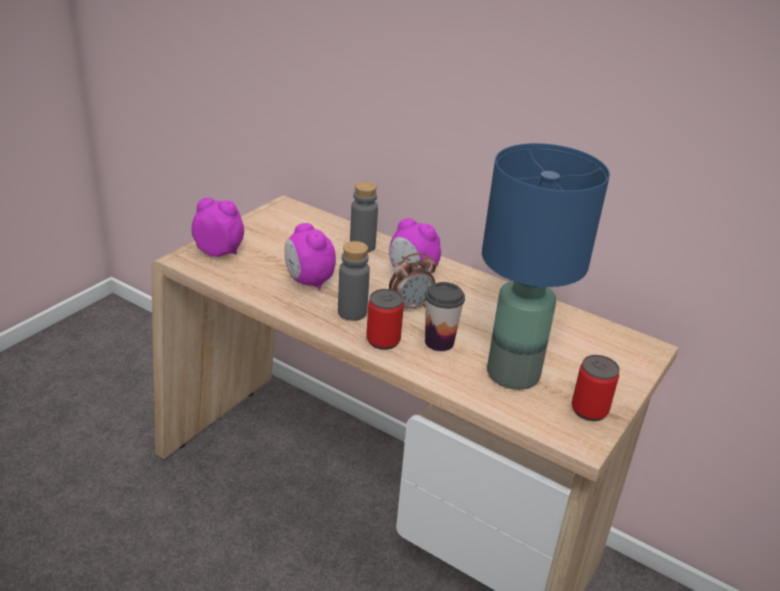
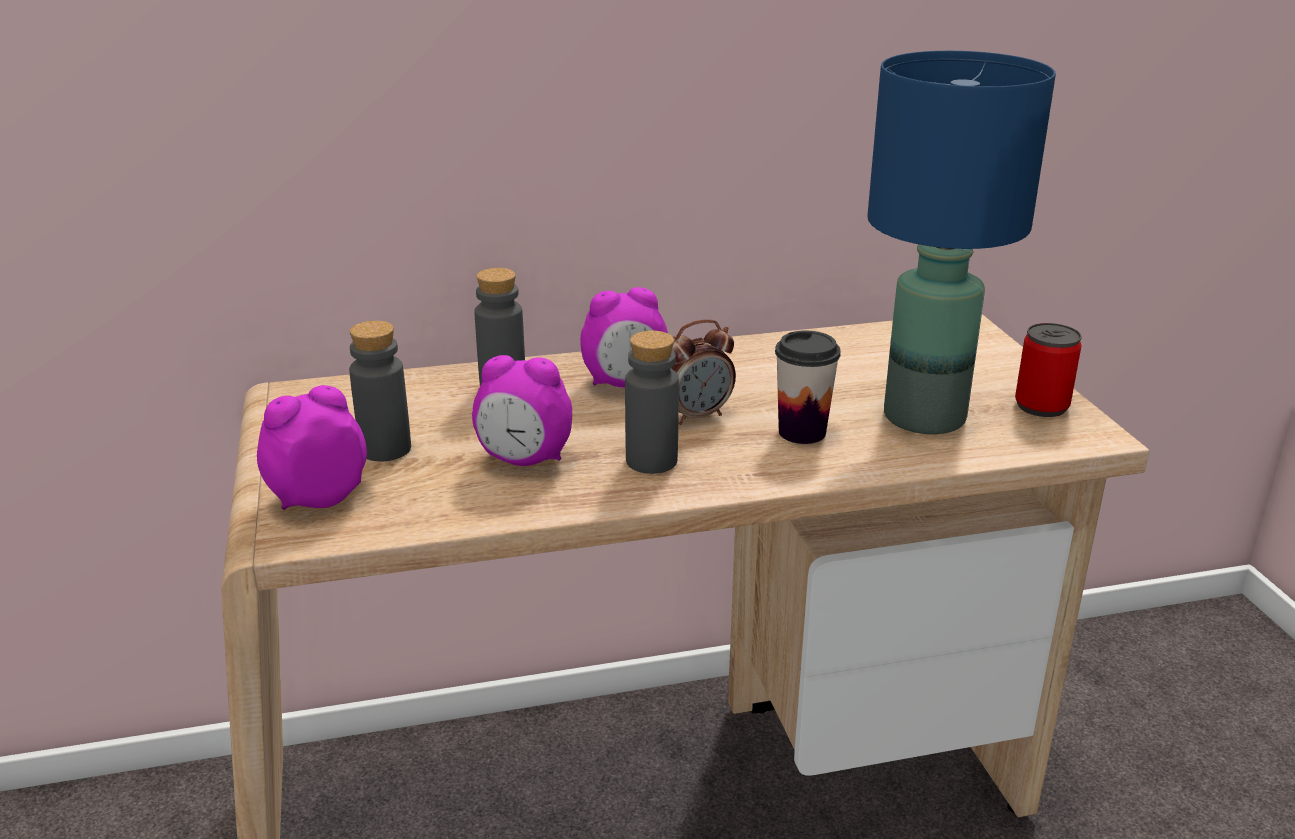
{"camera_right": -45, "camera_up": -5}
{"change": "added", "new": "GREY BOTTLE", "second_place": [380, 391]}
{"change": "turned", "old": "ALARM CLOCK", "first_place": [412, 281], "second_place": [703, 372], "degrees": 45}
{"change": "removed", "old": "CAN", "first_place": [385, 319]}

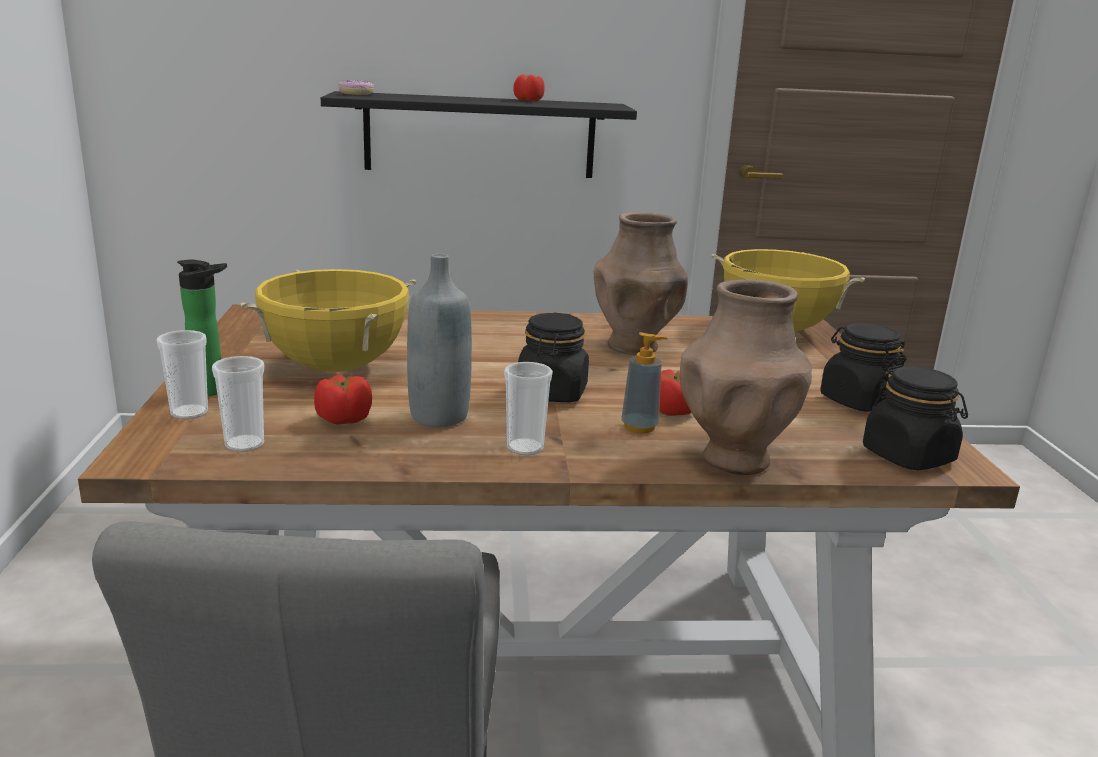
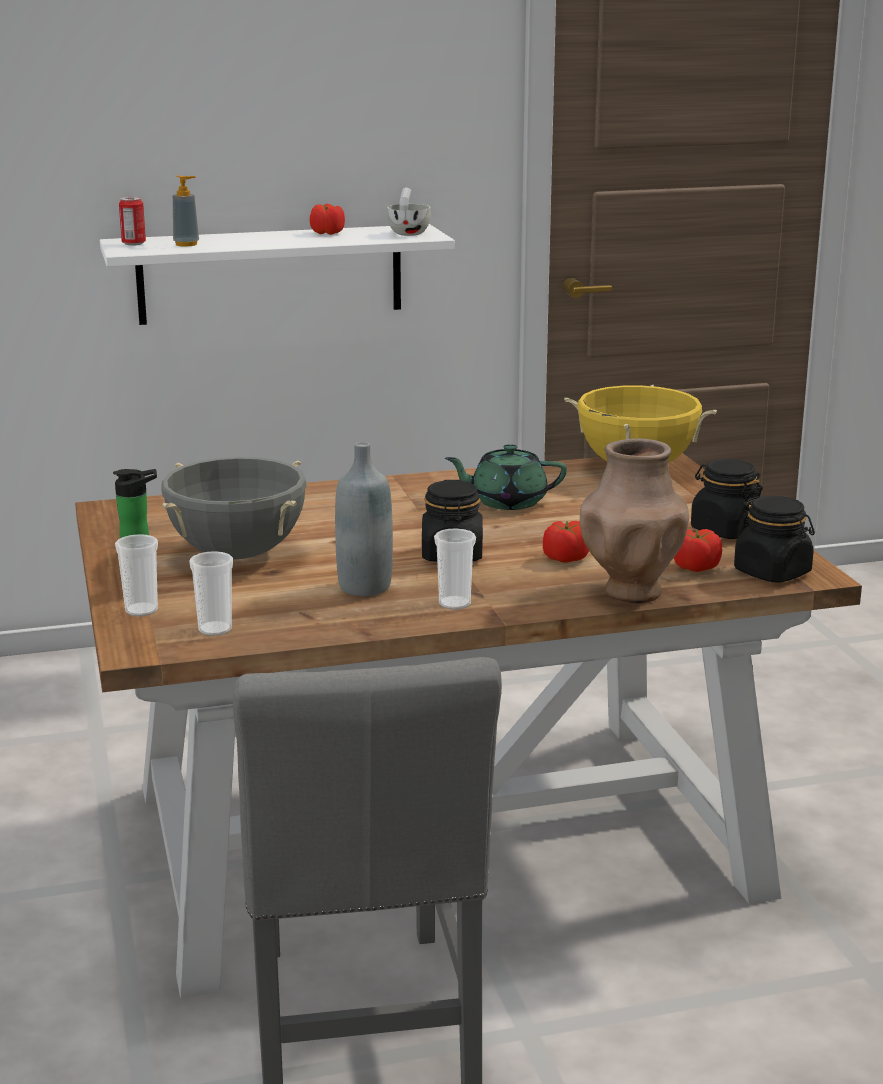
{"camera_right": -10, "camera_up": 0}
{"change": "recoloured", "old": "BLACK SHELF", "new": "WHITE SHELF", "first_place": [479, 134], "second_place": [277, 274]}
{"change": "replaced", "old": "DONUT", "new": "CAN", "first_place": [356, 87], "second_place": [132, 221]}
{"change": "recoloured", "old": "YELLOW COOKING POT", "new": "GREY COOKING POT", "first_place": [328, 320], "second_place": [234, 508]}
{"change": "moved", "old": "SOAP DISPENSER", "first_place": [644, 383], "second_place": [186, 211]}
{"change": "added", "new": "WHITE CUP", "second_place": [409, 211]}
{"change": "replaced", "old": "BROWN VASE", "new": "GREEN TEAPOT", "first_place": [641, 283], "second_place": [506, 477]}
{"change": "moved", "old": "TOMATO", "first_place": [343, 399], "second_place": [698, 550]}

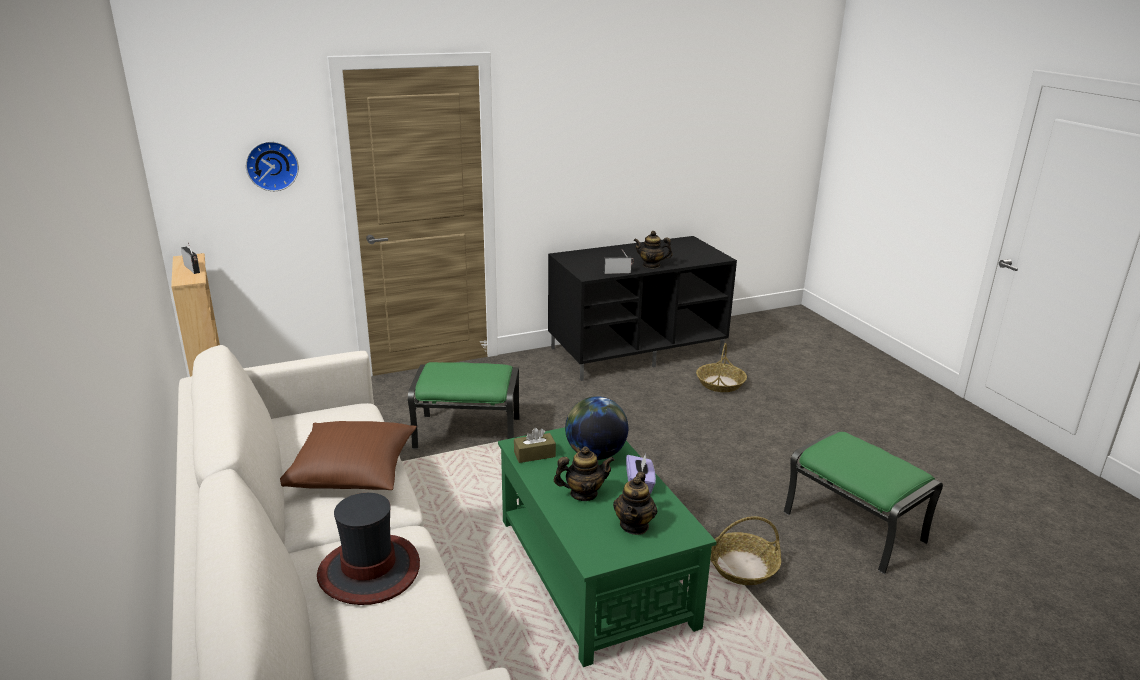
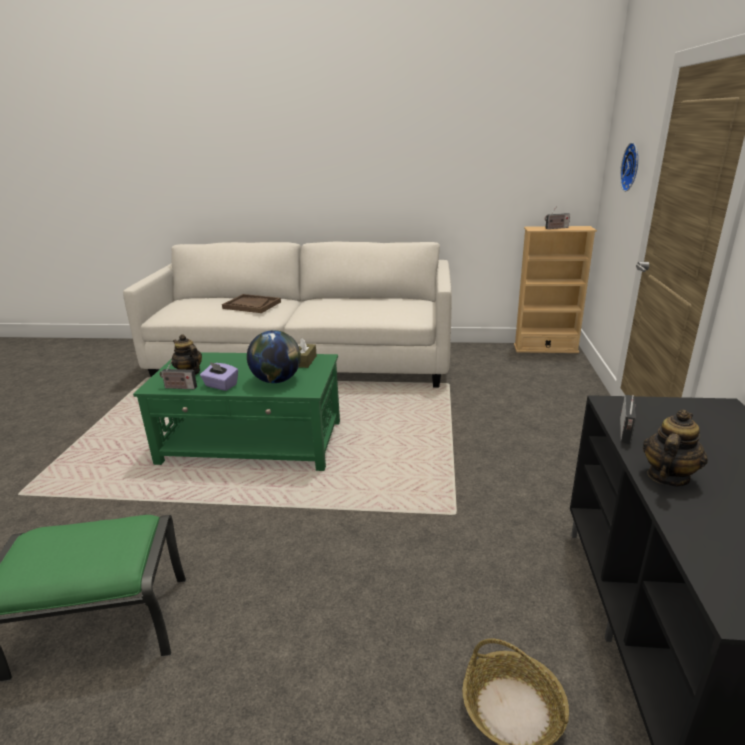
{"camera_right": 120, "camera_up": 0}
{"change": "added", "new": "RADIO", "second_place": [178, 375]}
{"change": "replaced", "old": "HAT", "new": "BROWN TRAY", "first_place": [368, 549], "second_place": [251, 303]}
{"change": "removed", "old": "BROWN PILLOW", "first_place": [348, 455]}
{"change": "removed", "old": "GREEN OTTOMAN", "first_place": [464, 405]}
{"change": "removed", "old": "TEAPOT", "first_place": [584, 473]}
{"change": "removed", "old": "BASKET", "first_place": [745, 550]}

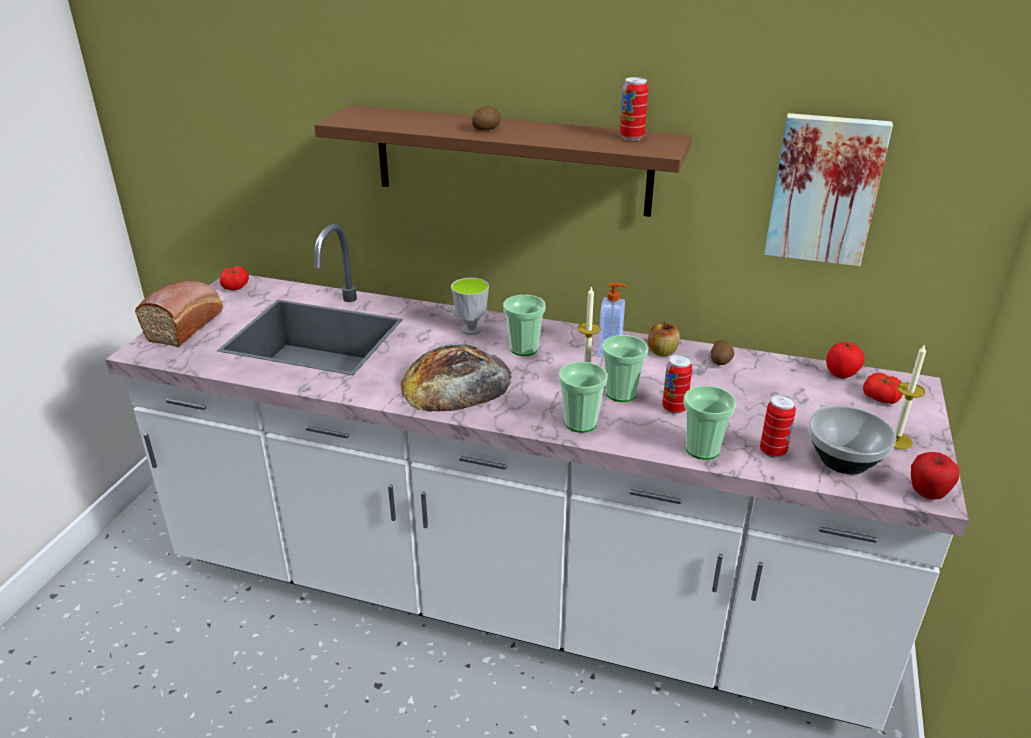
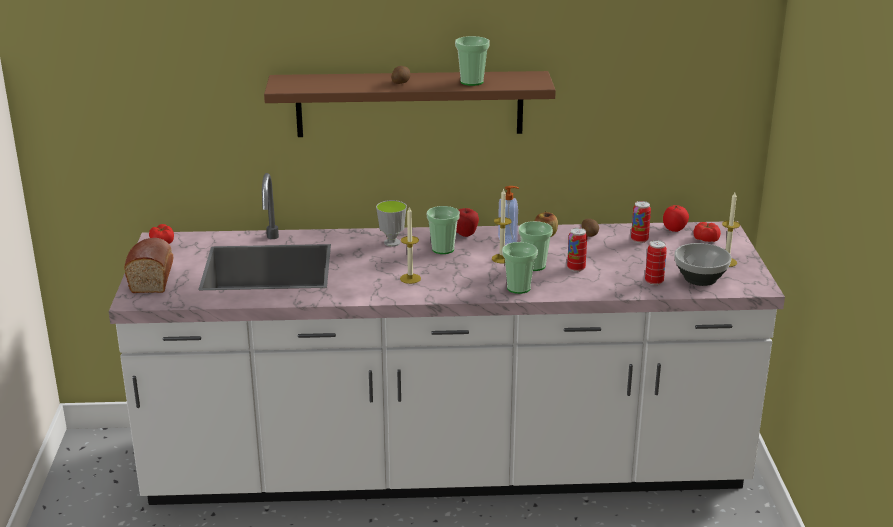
{"camera_right": -20, "camera_up": -5}
{"change": "replaced", "old": "BREAD", "new": "CANDLE", "first_place": [456, 377], "second_place": [410, 245]}
{"change": "moved", "old": "CUP", "first_place": [709, 423], "second_place": [472, 61]}
{"change": "moved", "old": "APPLE", "first_place": [935, 476], "second_place": [467, 222]}
{"change": "moved", "old": "CAN", "first_place": [634, 109], "second_place": [641, 222]}
{"change": "removed", "old": "PICTURE", "first_place": [828, 189]}

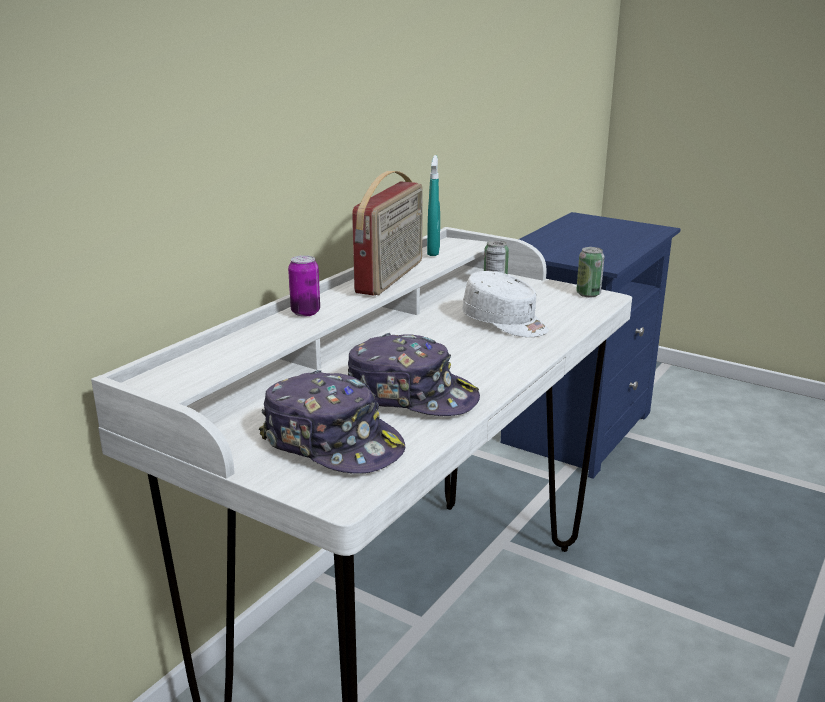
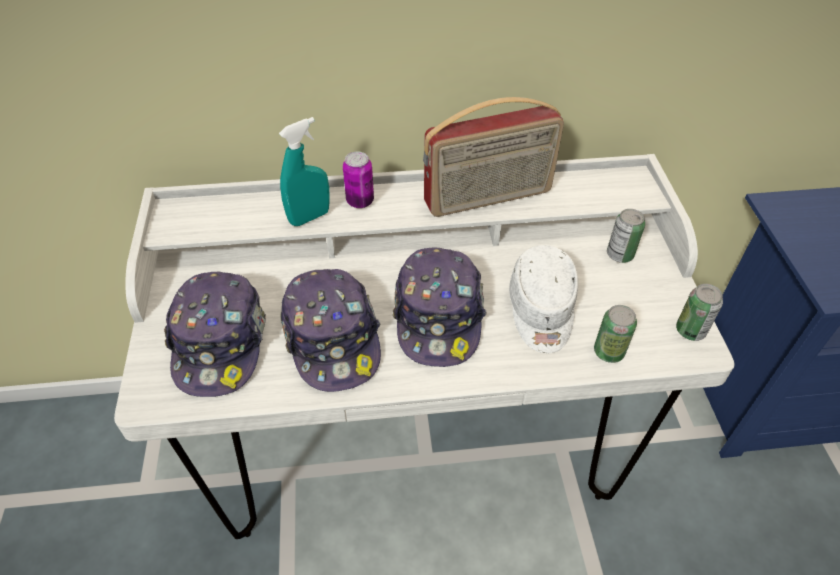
{"camera_right": 50, "camera_up": 25}
{"change": "moved", "old": "TURQUOISE SPRAY BOTTLE", "first_place": [433, 205], "second_place": [304, 171]}
{"change": "added", "new": "CAP", "second_place": [439, 307]}
{"change": "added", "new": "CAN", "second_place": [615, 334]}

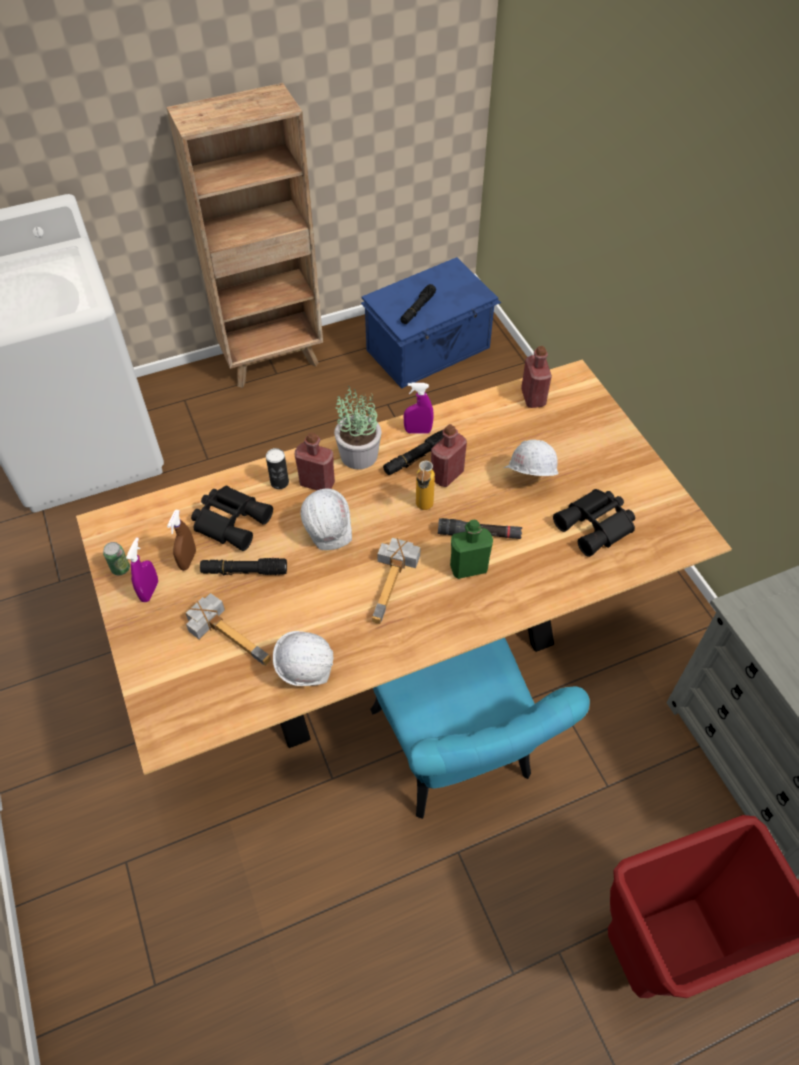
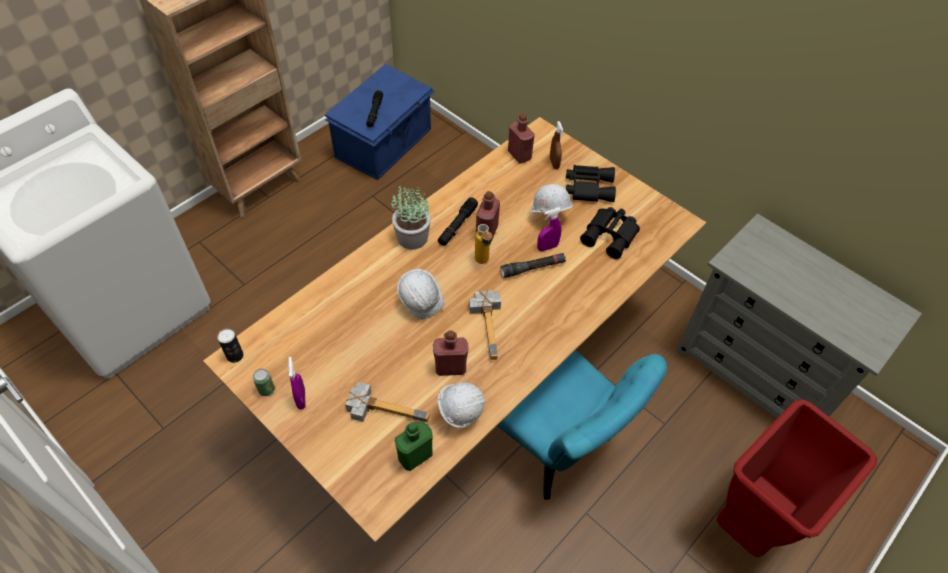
{"camera_right": -25, "camera_up": 0}
{"change": "moved", "old": "CAN", "first_place": [277, 468], "second_place": [230, 346]}
{"change": "moved", "old": "GREEN BOTTLE", "first_place": [471, 549], "second_place": [414, 446]}
{"change": "moved", "old": "RED BOTTLE", "first_place": [315, 461], "second_place": [451, 353]}
{"change": "moved", "old": "PURPLE SPRAY BOTTLE", "first_place": [419, 408], "second_place": [549, 229]}
{"change": "moved", "old": "BROWN SPRAY BOTTLE", "first_place": [181, 540], "second_place": [556, 145]}
{"change": "moved", "old": "BLACK BINOCULARS", "first_place": [232, 518], "second_place": [591, 183]}
{"change": "removed", "old": "BLACK FLASHLIGHT", "first_place": [243, 566]}

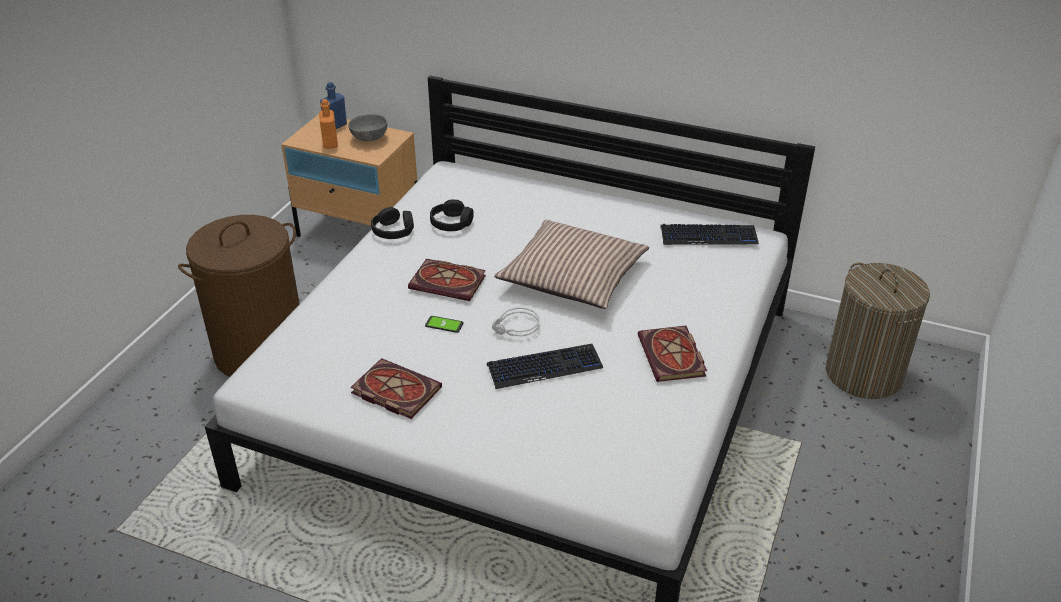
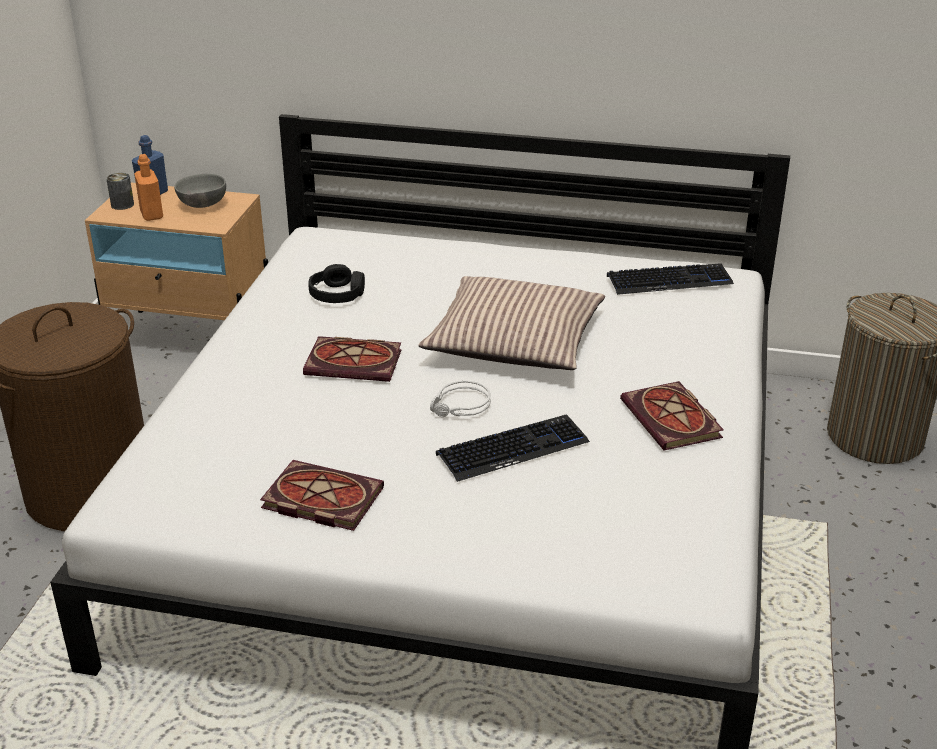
{"camera_right": -10, "camera_up": -5}
{"change": "added", "new": "CAN", "second_place": [120, 191]}
{"change": "removed", "old": "BLACK HEADPHONES", "first_place": [392, 223]}
{"change": "removed", "old": "PHONE", "first_place": [444, 324]}

